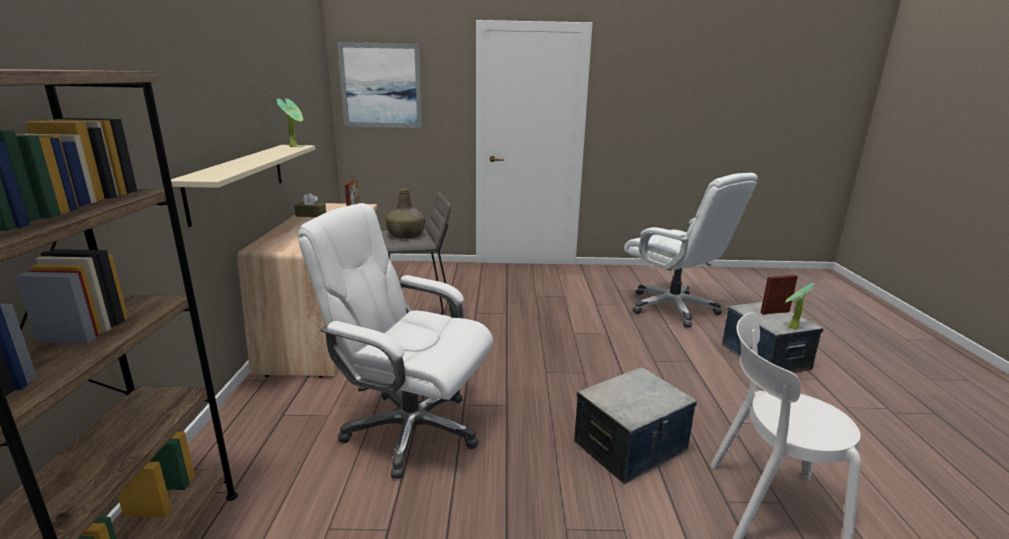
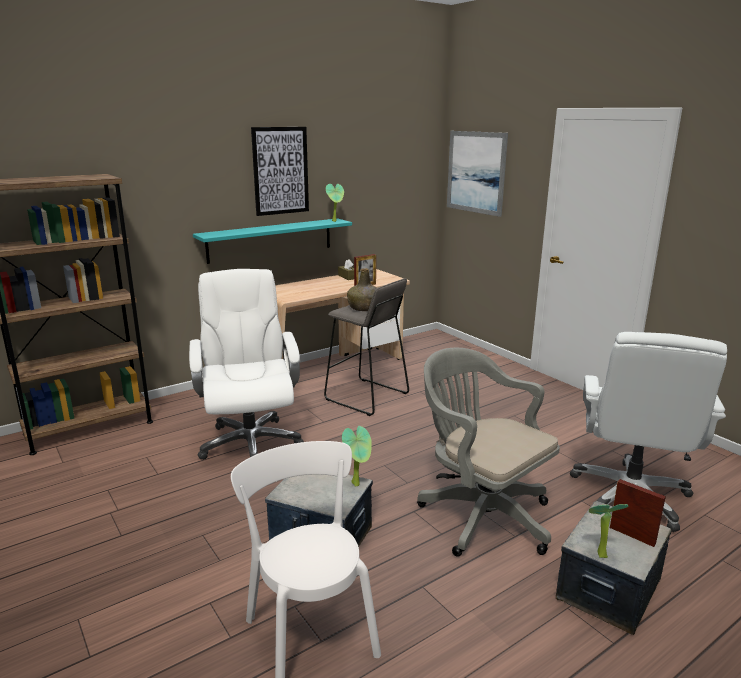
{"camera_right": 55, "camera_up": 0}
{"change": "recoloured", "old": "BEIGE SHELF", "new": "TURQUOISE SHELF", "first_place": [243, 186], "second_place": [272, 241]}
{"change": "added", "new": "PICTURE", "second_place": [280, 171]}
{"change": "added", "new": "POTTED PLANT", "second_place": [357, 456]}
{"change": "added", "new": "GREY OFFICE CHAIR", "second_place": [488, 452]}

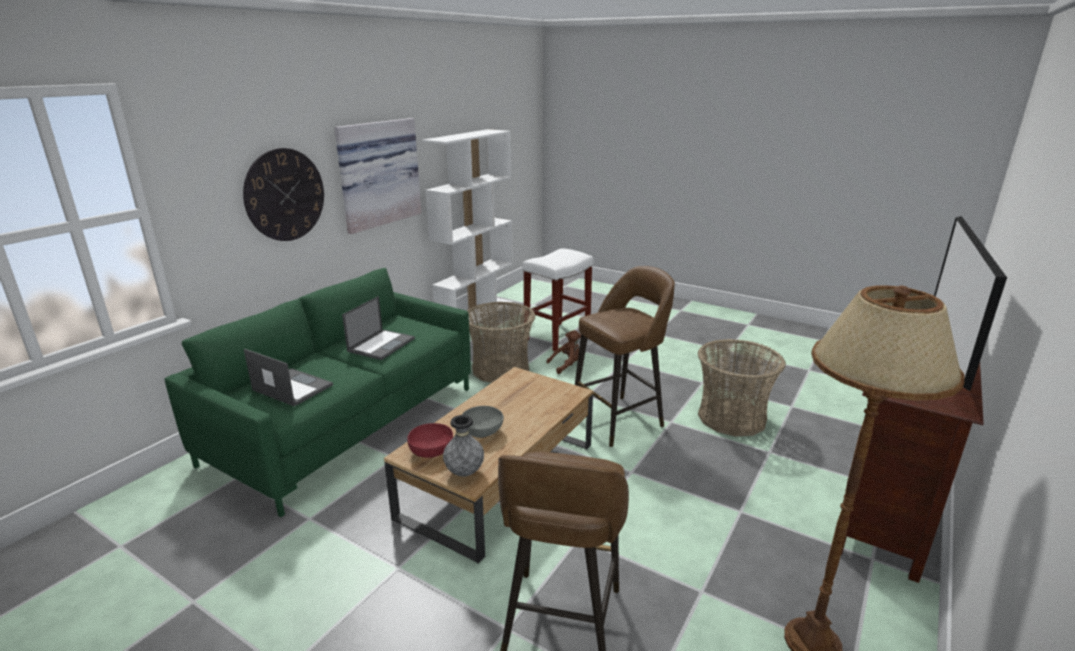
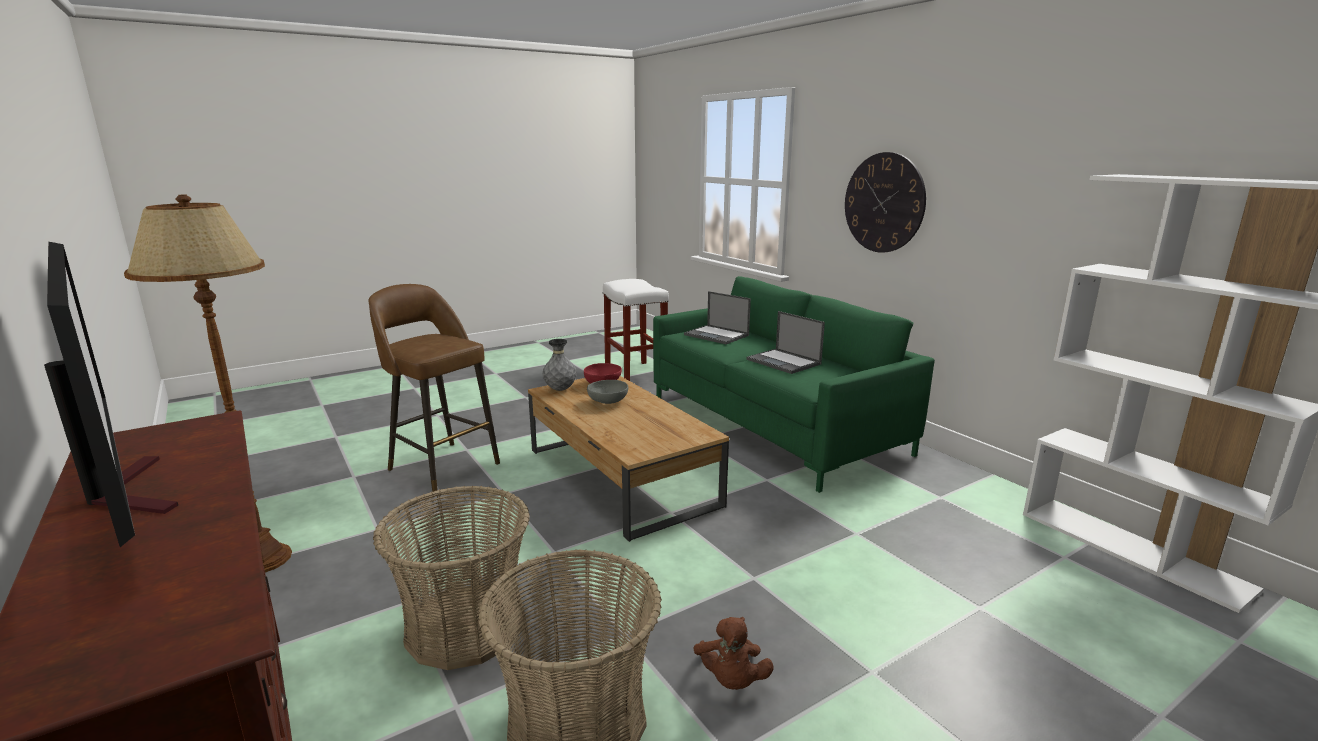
{"camera_right": 115, "camera_up": -5}
{"change": "moved", "old": "BASKET", "first_place": [501, 342], "second_place": [451, 578]}
{"change": "moved", "old": "WHITE STOOL", "first_place": [557, 300], "second_place": [635, 330]}
{"change": "turned", "old": "LAPTOP", "first_place": [288, 378], "second_place": [717, 317], "degrees": 75}
{"change": "moved", "old": "BROWN PLUSH TOY", "first_place": [563, 352], "second_place": [733, 653]}
{"change": "removed", "old": "PICTURE", "first_place": [378, 176]}
{"change": "removed", "old": "BROWN STOOL", "first_place": [625, 356]}

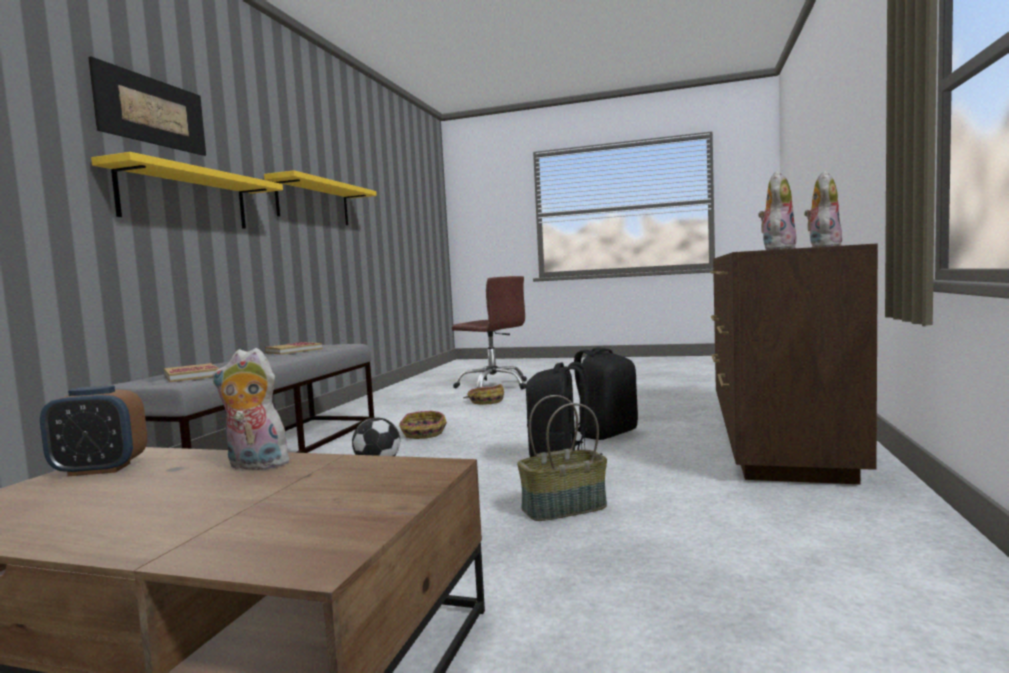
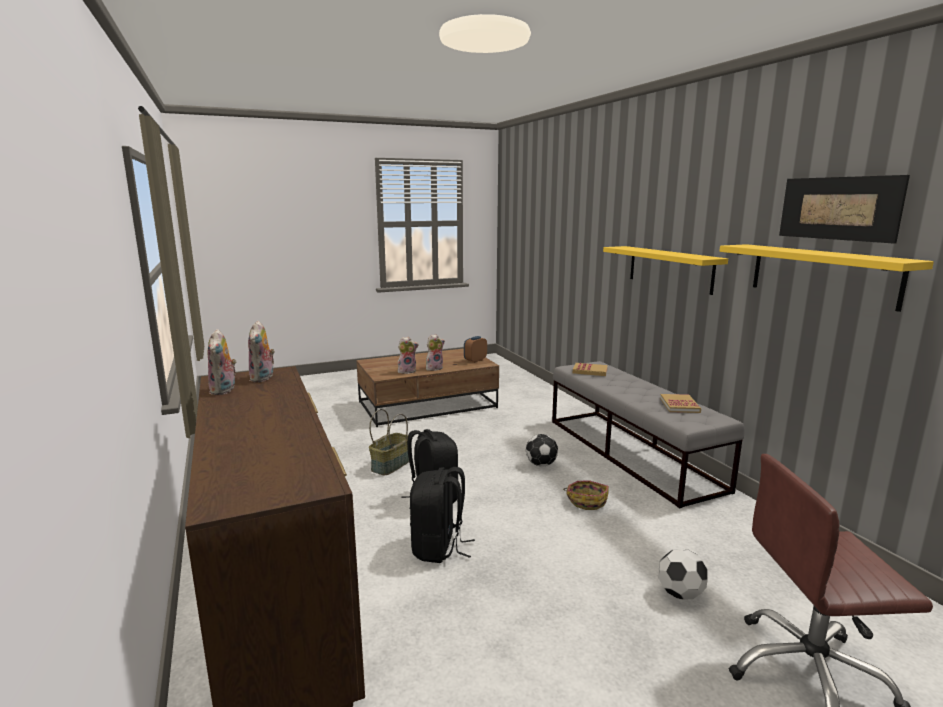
{"camera_right": 140, "camera_up": 10}
{"change": "added", "new": "PLUSH TOY", "second_place": [408, 355]}
{"change": "replaced", "old": "BASKET", "new": "FOOTBALL", "first_place": [483, 394], "second_place": [683, 574]}
{"change": "moved", "old": "PICTURE", "first_place": [147, 106], "second_place": [844, 209]}

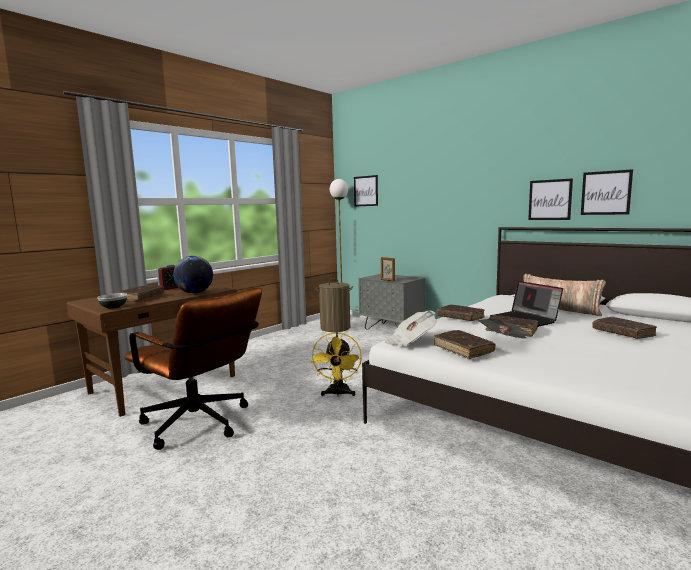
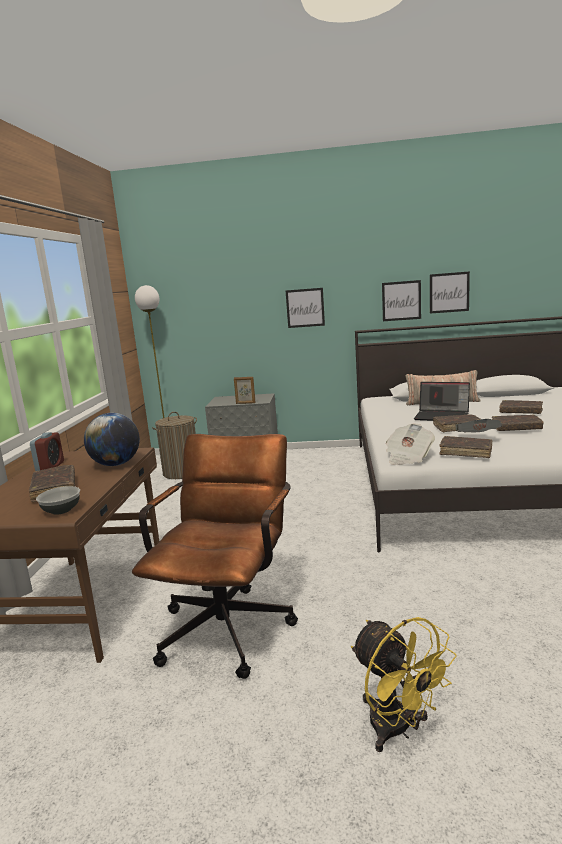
{"camera_right": -35, "camera_up": 5}
{"change": "turned", "old": "BROWN OFFICE CHAIR", "first_place": [193, 368], "second_place": [215, 556], "degrees": -75}
{"change": "moved", "old": "PICTURE", "first_place": [366, 190], "second_place": [305, 308]}
{"change": "moved", "old": "YELLOW FAN", "first_place": [336, 364], "second_place": [404, 684]}
{"change": "moved", "old": "BROWN BOOK", "first_place": [461, 312], "second_place": [517, 423]}

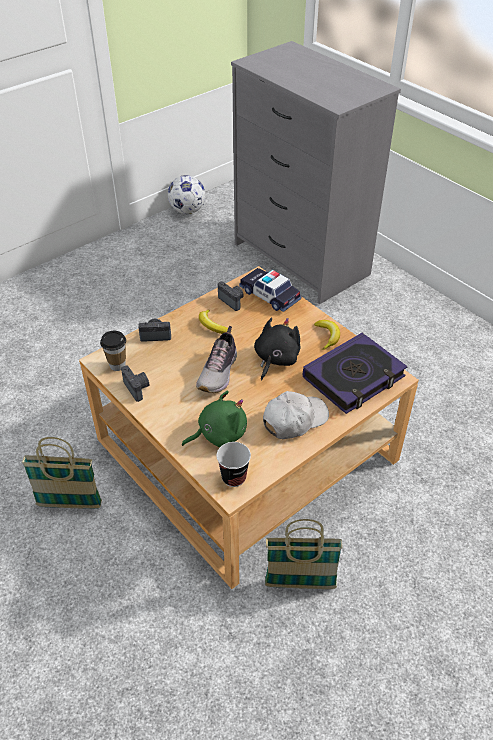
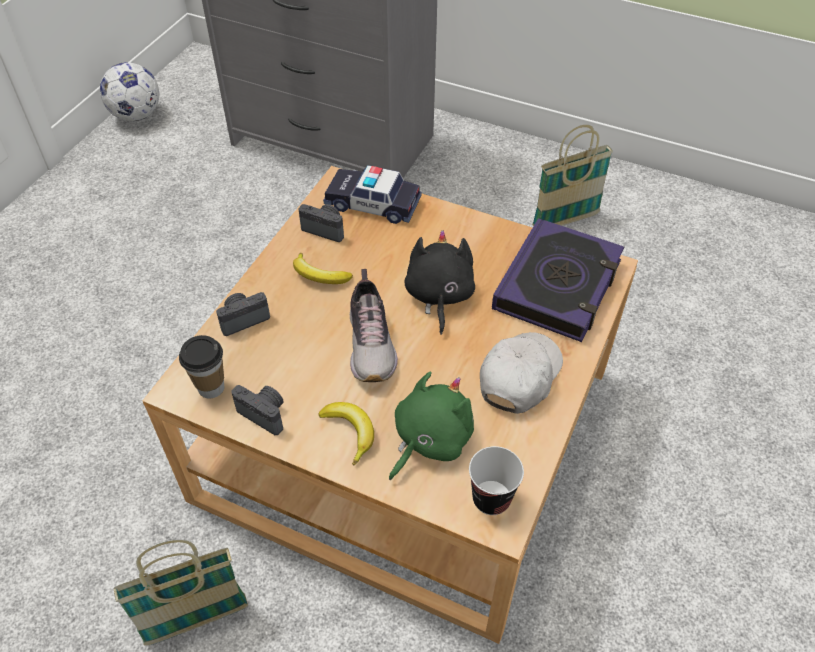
{"camera_right": -25, "camera_up": 5}
{"change": "moved", "old": "BANANA", "first_place": [327, 335], "second_place": [346, 433]}
{"change": "moved", "old": "BASKET", "first_place": [303, 554], "second_place": [572, 175]}

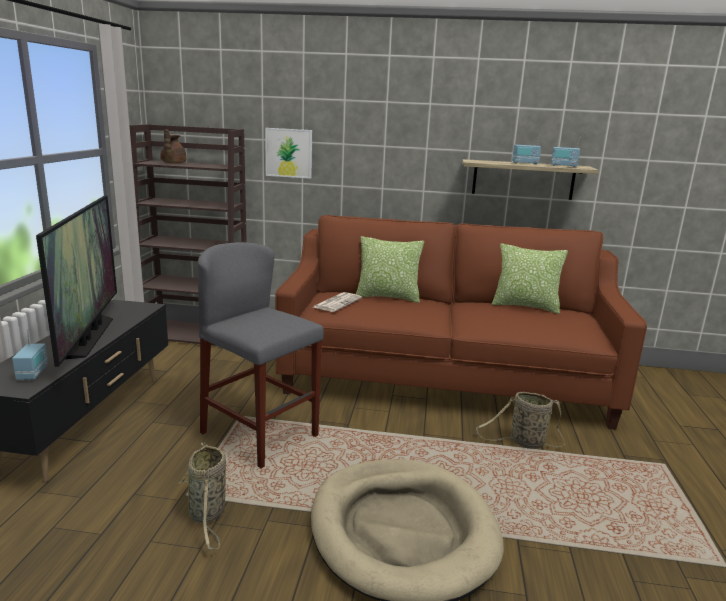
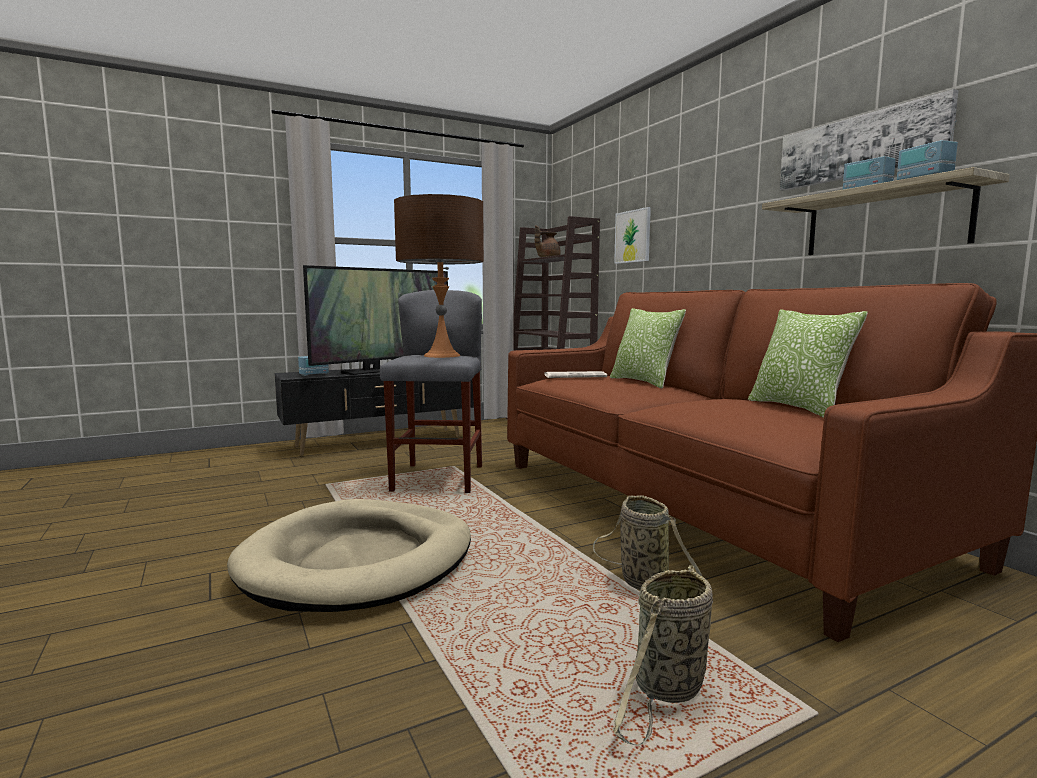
{"camera_right": 55, "camera_up": -10}
{"change": "added", "new": "BROWN TABLE LAMP", "second_place": [439, 276]}
{"change": "moved", "old": "BASKET", "first_place": [202, 496], "second_place": [663, 655]}
{"change": "added", "new": "PICTURE", "second_place": [869, 140]}

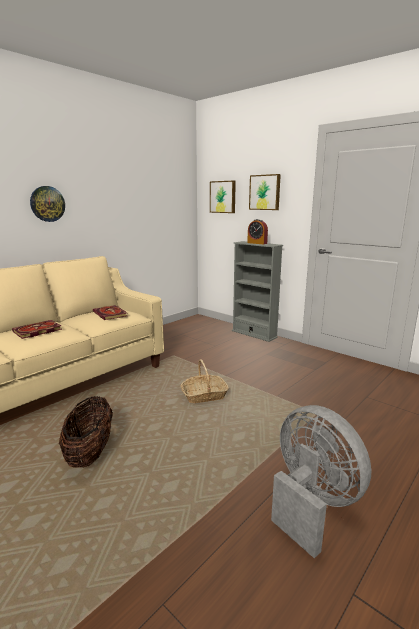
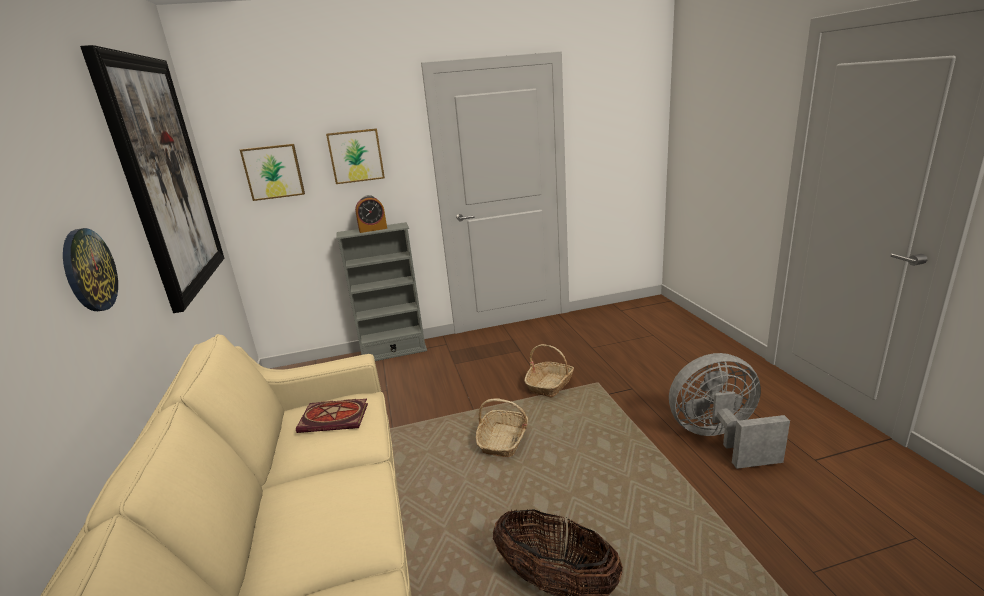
{"camera_right": -55, "camera_up": 5}
{"change": "added", "new": "PICTURE", "second_place": [152, 179]}
{"change": "added", "new": "BASKET", "second_place": [549, 371]}
{"change": "removed", "old": "BOOK", "first_place": [37, 329]}

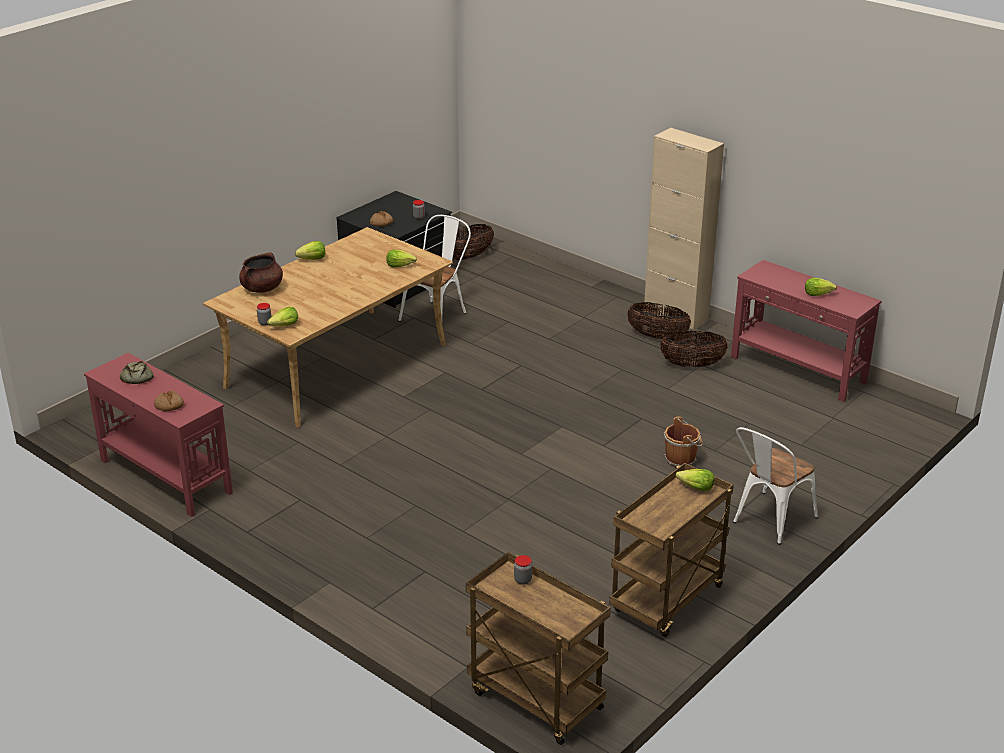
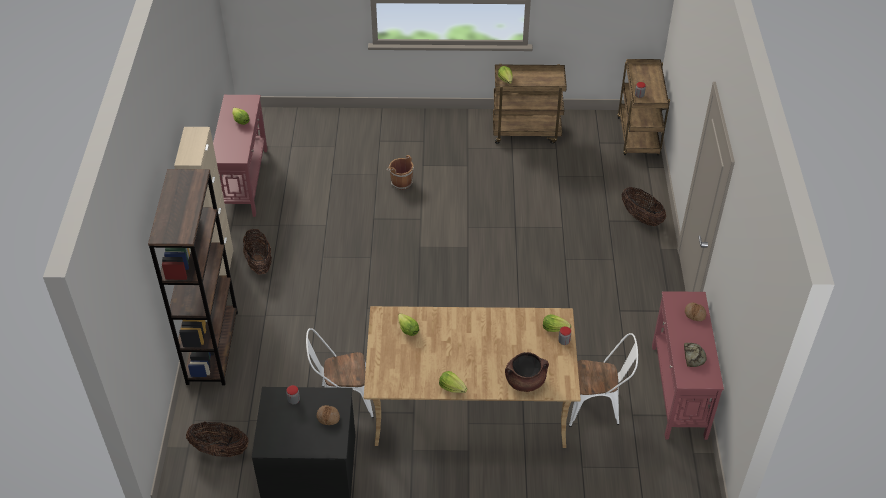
{"camera_right": -130, "camera_up": 15}
{"change": "added", "new": "BROWN BOOKCASE", "second_place": [193, 277]}
{"change": "moved", "old": "WHITE CHAIR", "first_place": [775, 486], "second_place": [603, 380]}
{"change": "moved", "old": "BASKET", "first_place": [694, 349], "second_place": [644, 206]}

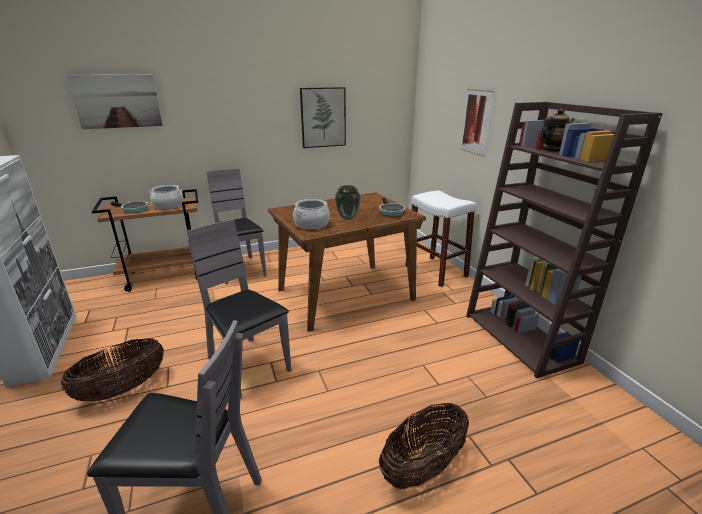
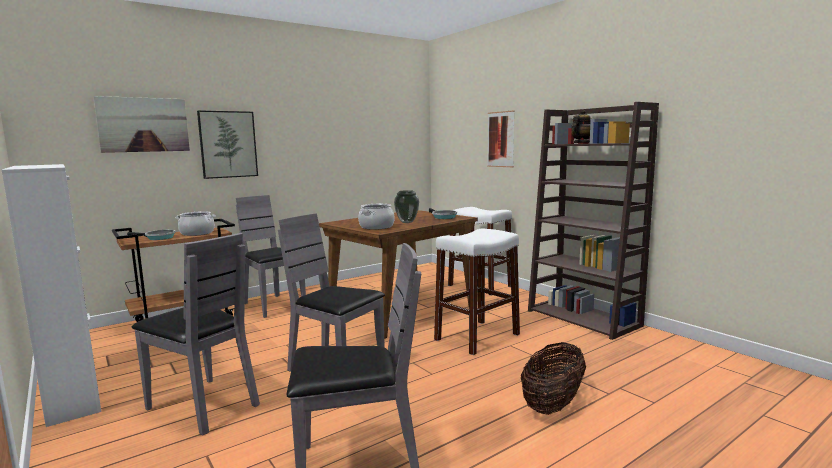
{"camera_right": -15, "camera_up": -15}
{"change": "replaced", "old": "BASKET", "new": "GREY CHAIR", "first_place": [112, 369], "second_place": [196, 334]}
{"change": "moved", "old": "PICTURE", "first_place": [323, 117], "second_place": [227, 144]}
{"change": "added", "new": "WHITE STOOL", "second_place": [477, 291]}

